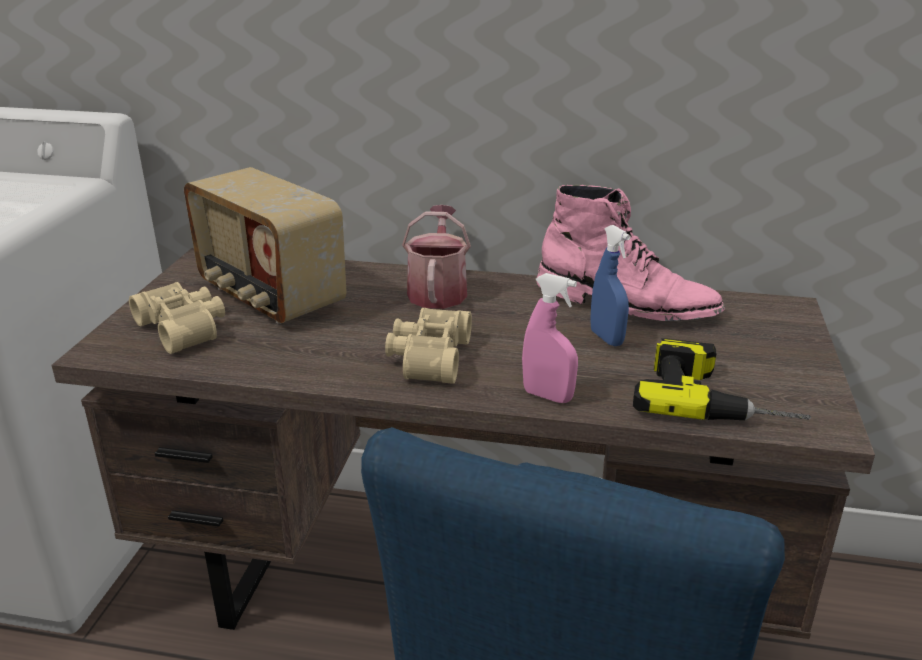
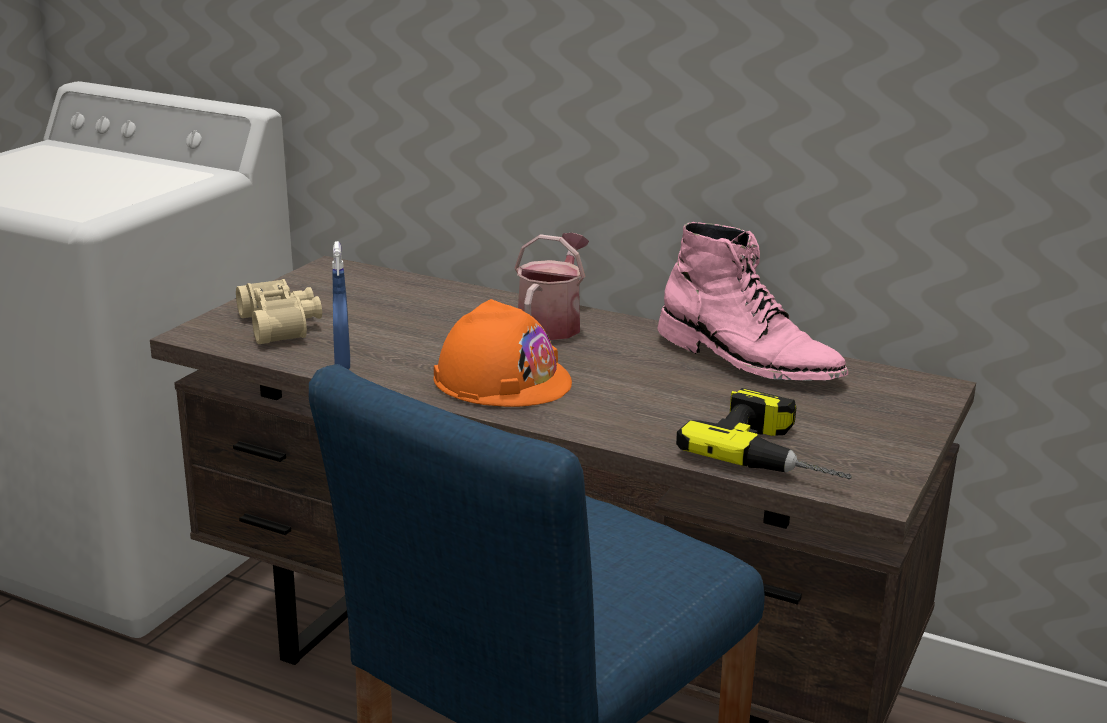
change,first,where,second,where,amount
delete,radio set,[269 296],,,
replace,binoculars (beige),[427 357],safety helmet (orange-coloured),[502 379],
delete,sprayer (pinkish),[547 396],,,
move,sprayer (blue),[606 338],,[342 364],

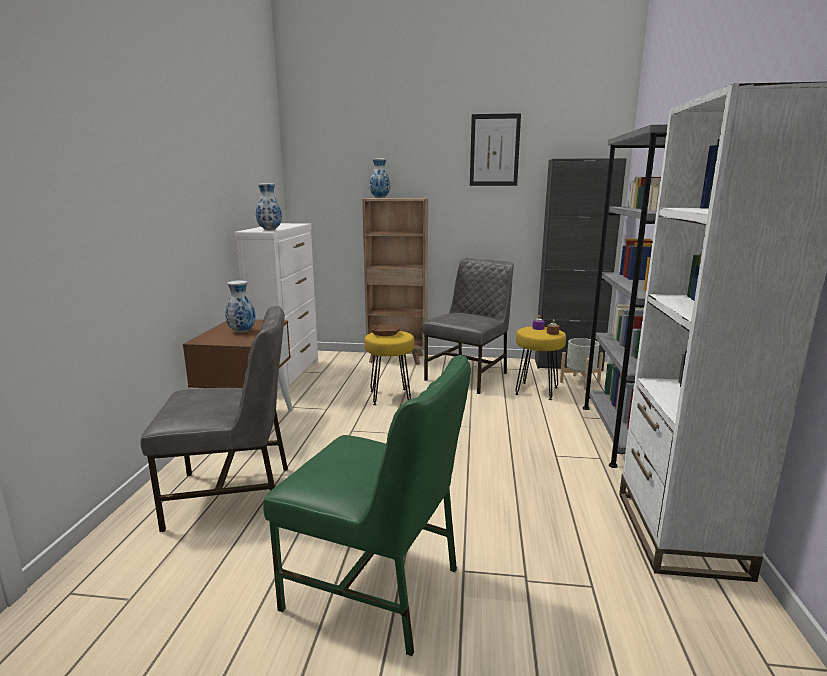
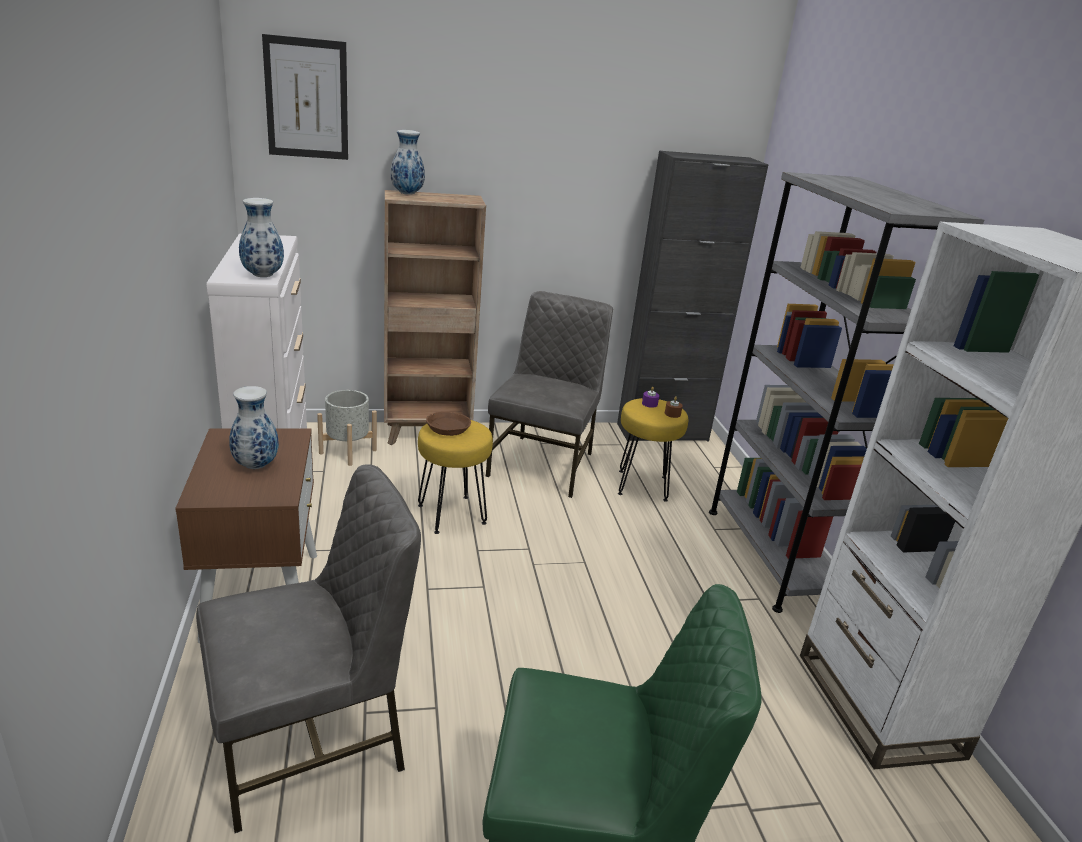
change,first,where,second,where,amount
move,picture,[494 150],,[307 99],
move,flower pot (greyish),[579 382],,[347 451],

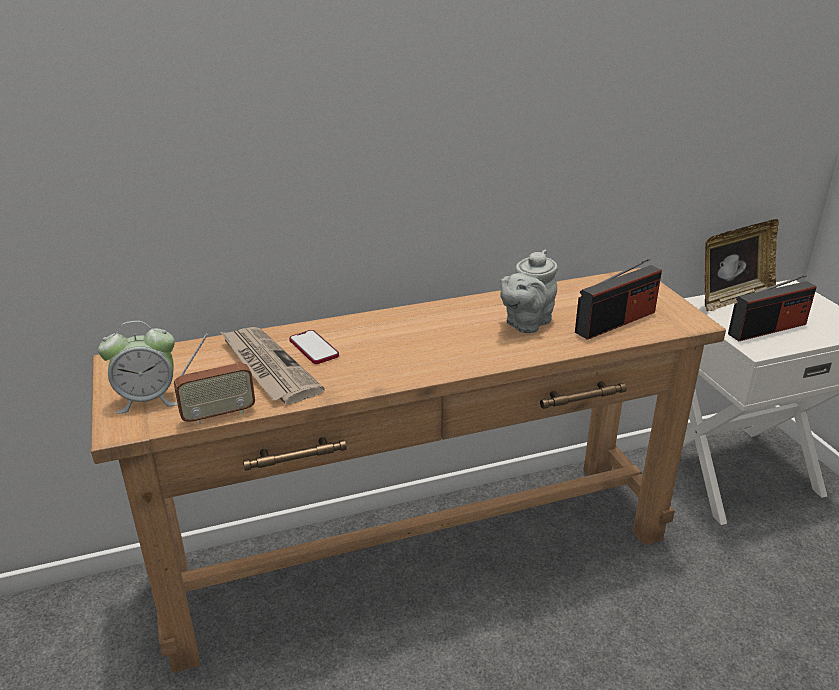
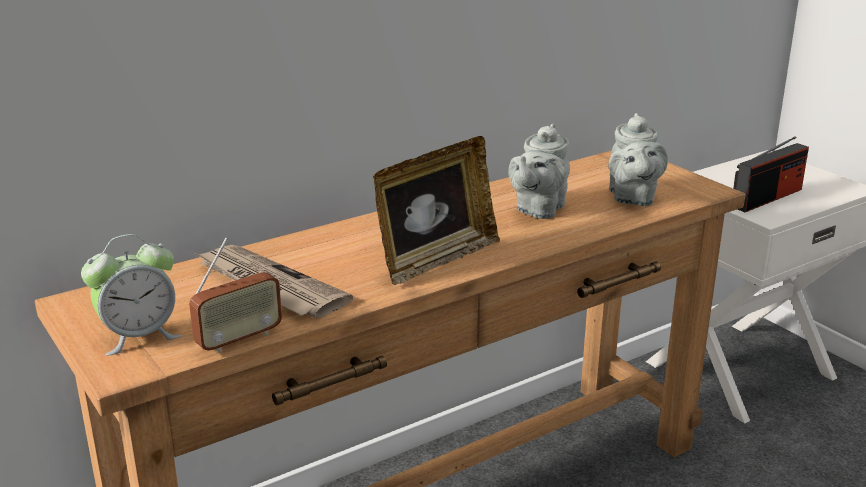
change,first,where,second,where,amount
delete,telephone,[313 348],,,
replace,radio set,[616 322],pot for tea (greyish),[632 198],
move,standing frame,[732 298],,[436 260],

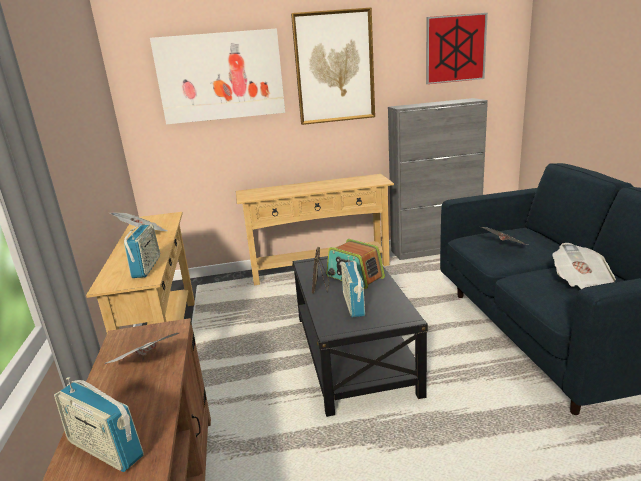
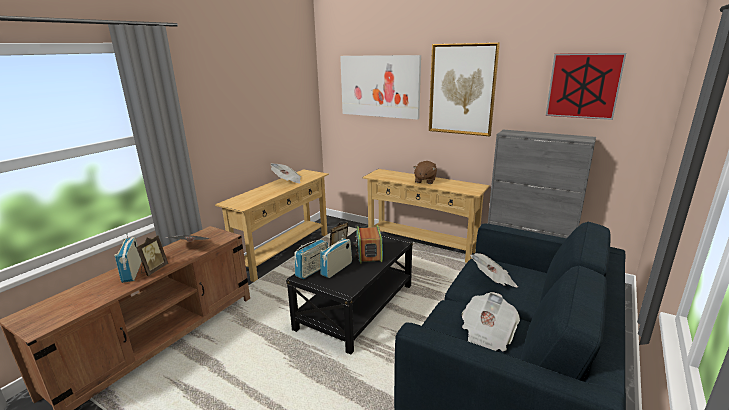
change,first,where,second,where,amount
move,radio set,[146 267],,[313 270],
insert,,,standing frame,[154 270],
insert,,,soft toy (brownish),[424 181],

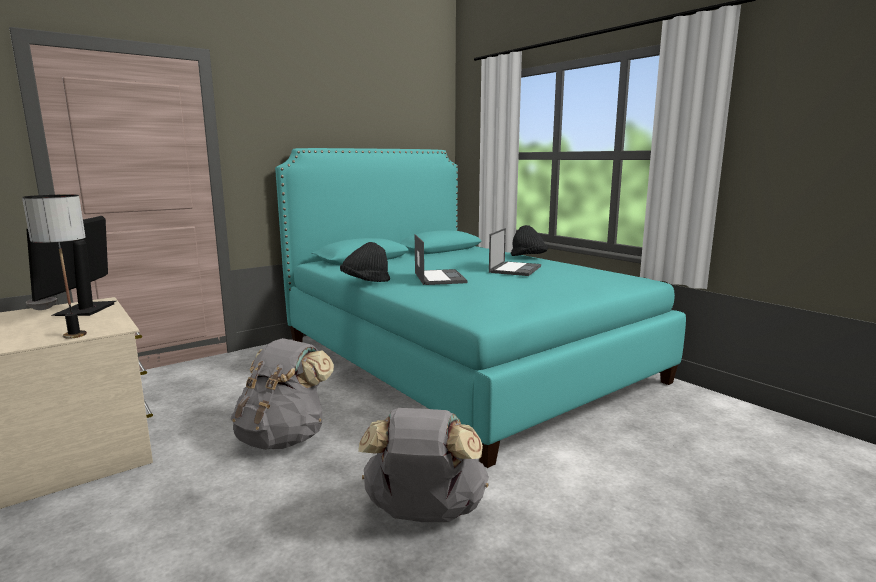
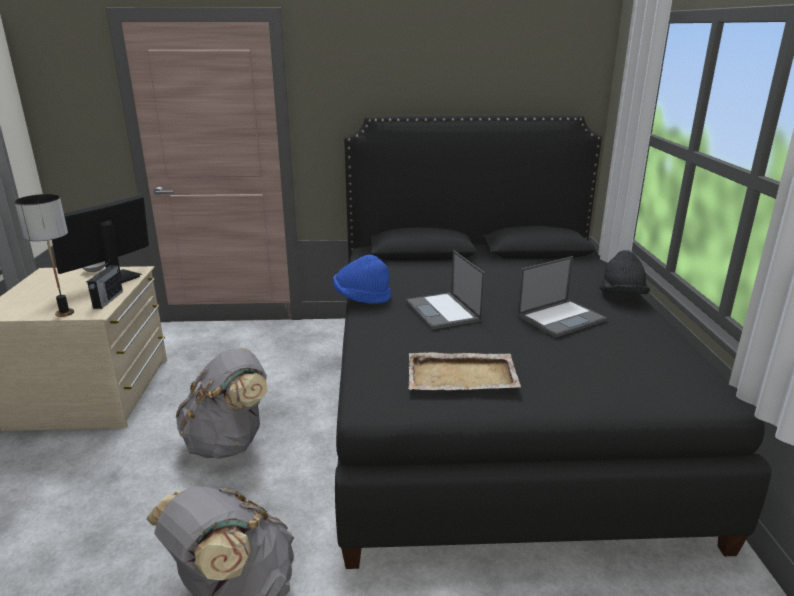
change,first,where,second,where,amount
recolor,bed (turquoise-coloured),[461 360],bed (blackish),[491 405],
recolor,wearable hat (blackish),[365 282],wearable hat (blue),[362 298],
rotate,laptop,[439 277],,[443 311],135 degrees clockwise
insert,,,radio set,[107 300],
insert,,,serving tray (beige),[463 375],

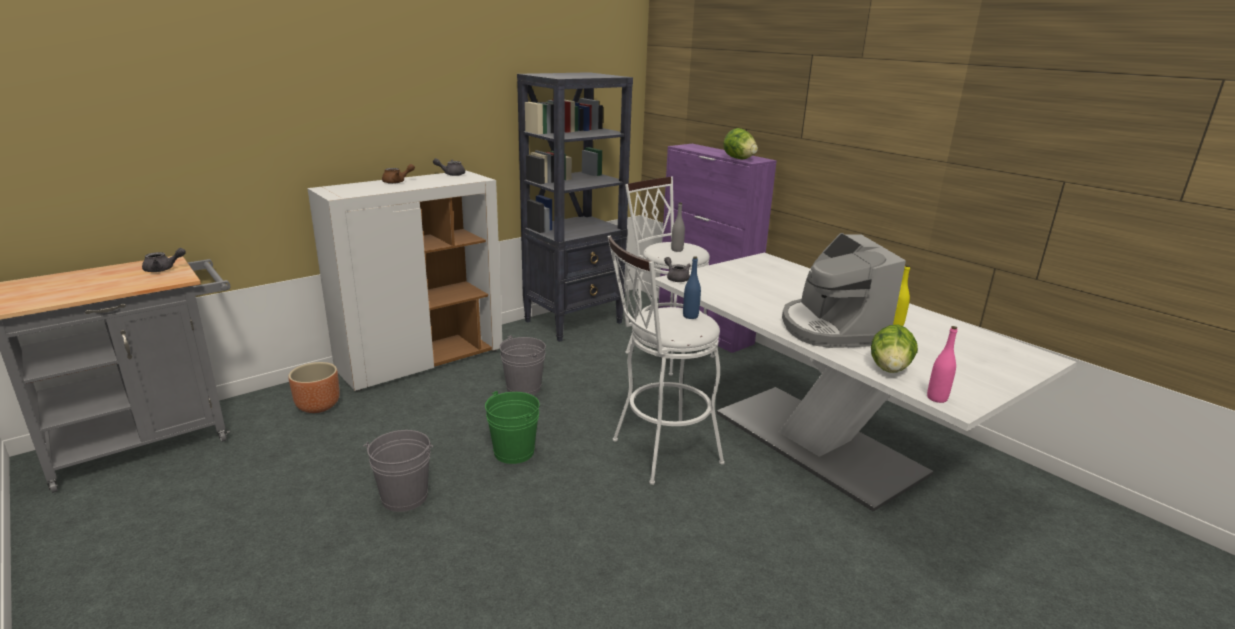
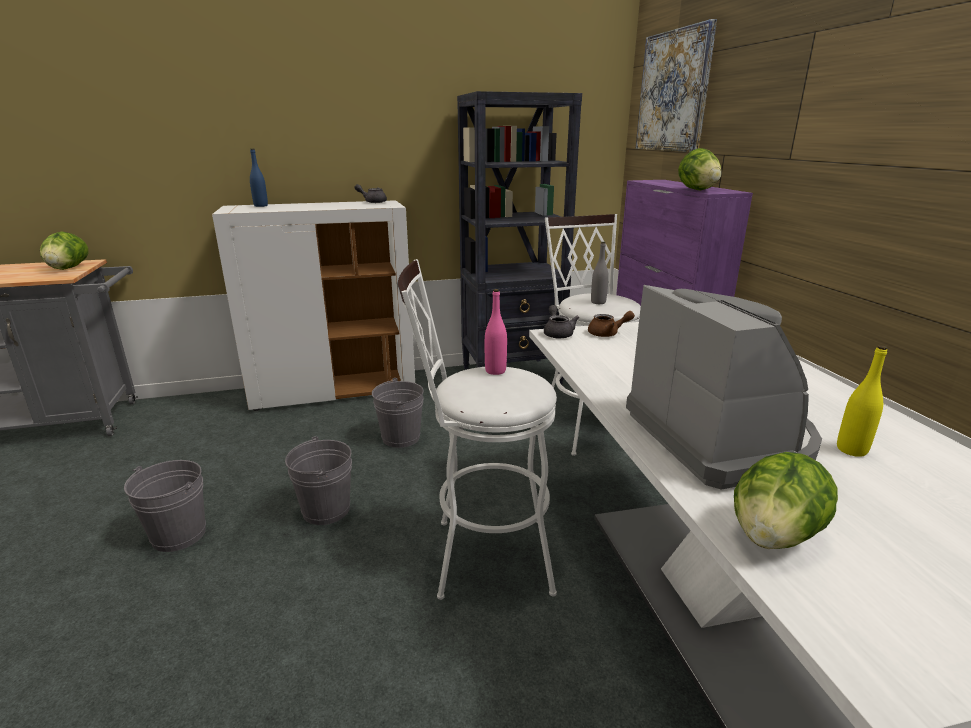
change,first,where,second,where,amount
replace,pot for tea (greyish),[163 269],lettuce head,[68 268],
delete,flower pot (brownish),[318 406],,,
move,pot for tea (brownish),[397 182],,[607 334],
recolor,bucket (green-coloured),[514 452],bucket (greyish),[326 510],
move,beverage bottle (blue),[690 316],,[261 206],
rotate,coffee maker,[831 328],,[720 436],150 degrees clockwise
move,beverage bottle (pinkish),[937 398],,[495 371],
insert,,,picture,[674 91],

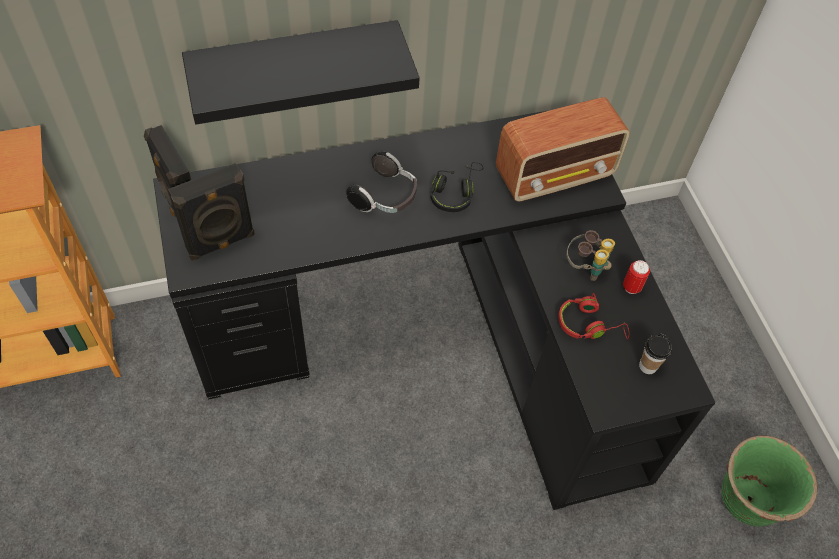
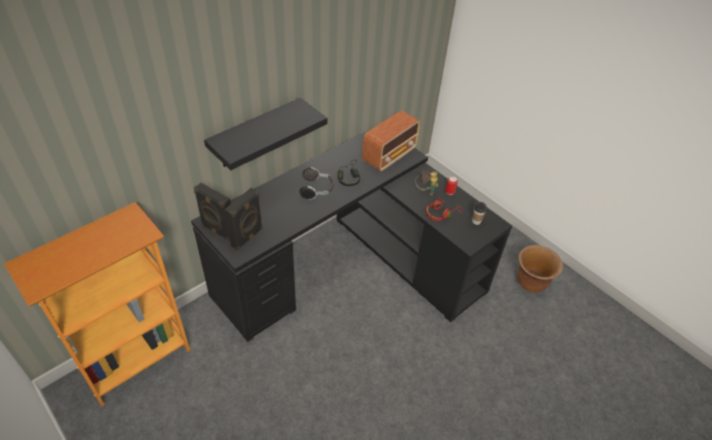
change,first,where,second,where,amount
recolor,flower pot (green-coloured),[747 501],flower pot (brownish),[531 283],

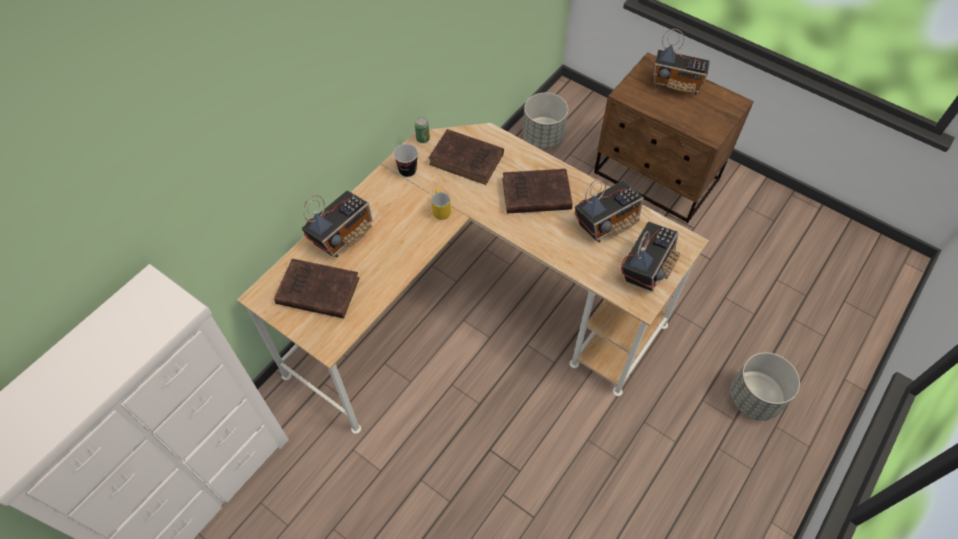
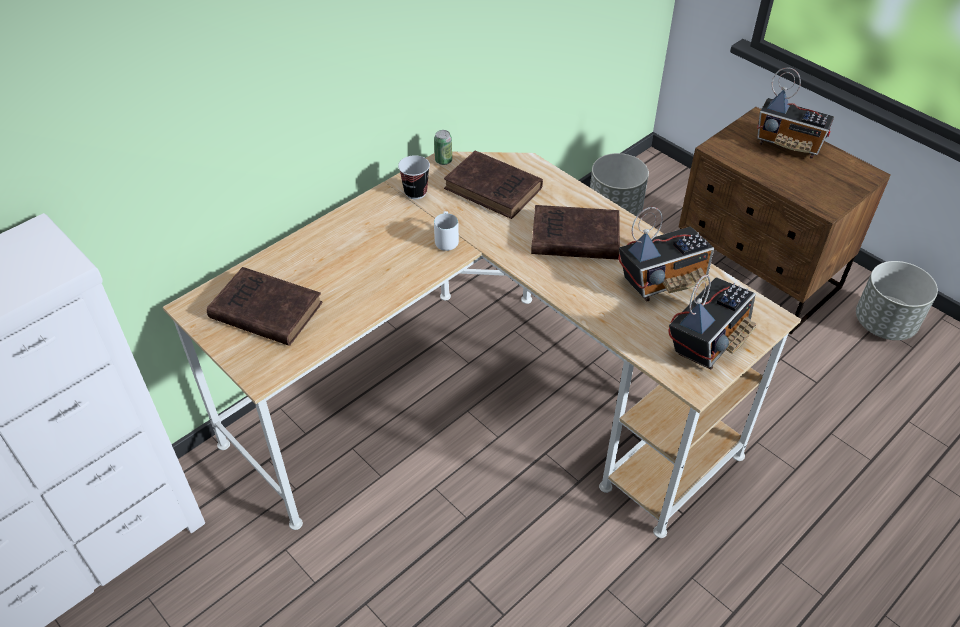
change,first,where,second,where,amount
delete,radio set,[343 235],,,
recolor,mug (yellow-coloured),[439 210],mug (white-coloured),[444 240],
move,flower pot (greyish),[754 398],,[884 324],

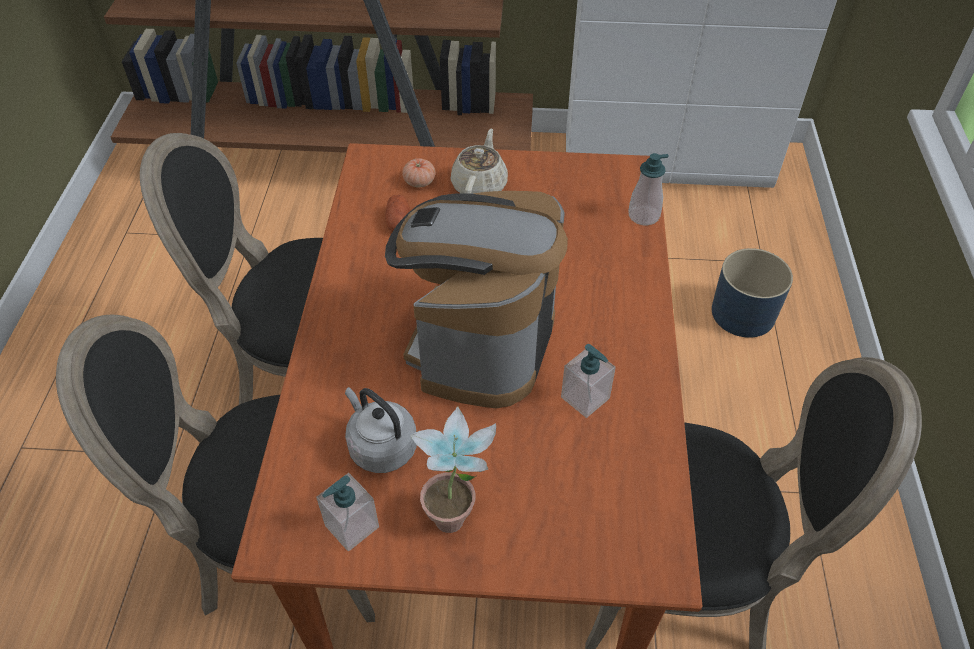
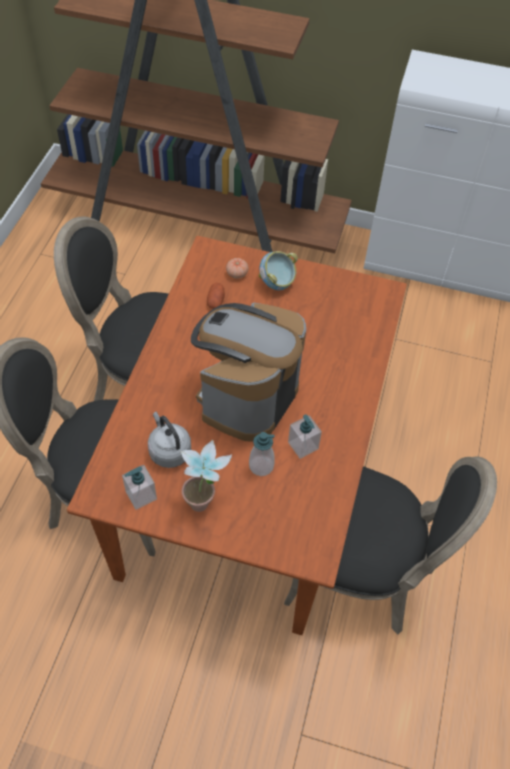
change,first,where,second,where,amount
replace,pot for tea (beige),[479 185],deep dish,[277 283],
move,soap bottle,[643 216],,[261 466],
delete,flower pot (blue),[743 314],,,

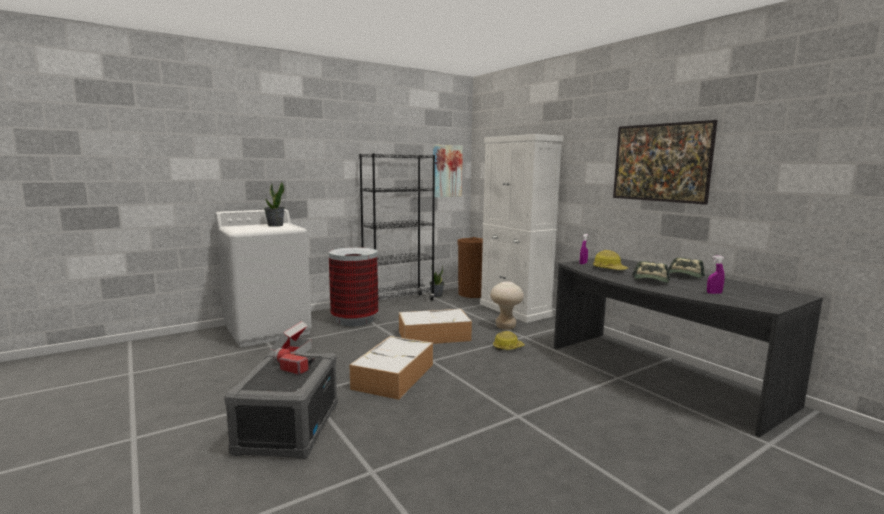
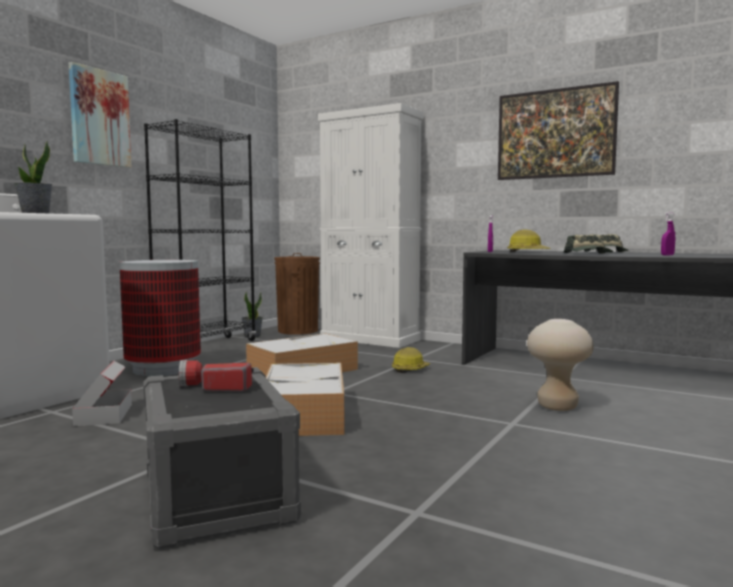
change,first,where,second,where,amount
move,picture,[447 171],,[99 117],
move,stool (beige),[505 327],,[557 406],

